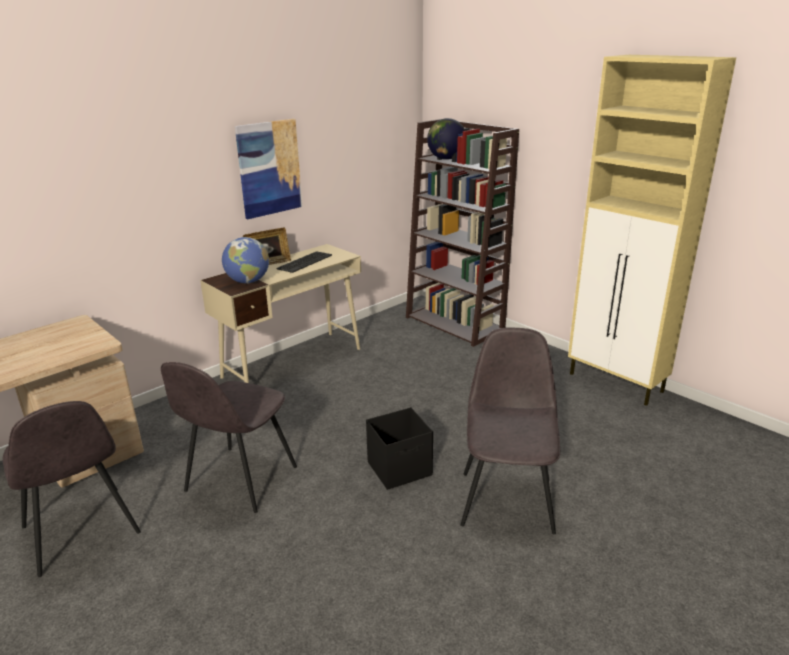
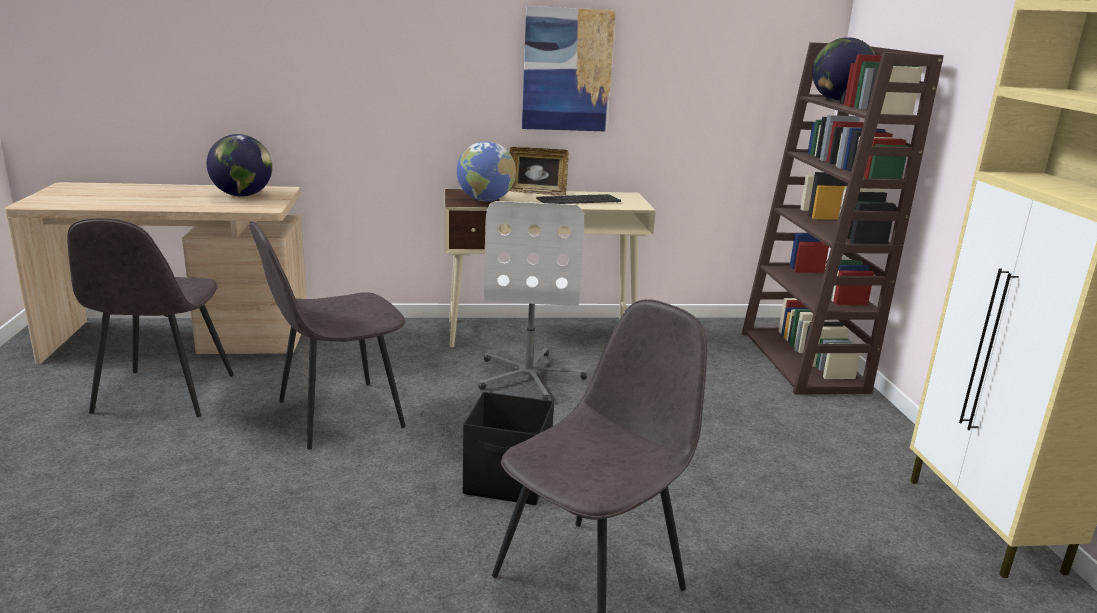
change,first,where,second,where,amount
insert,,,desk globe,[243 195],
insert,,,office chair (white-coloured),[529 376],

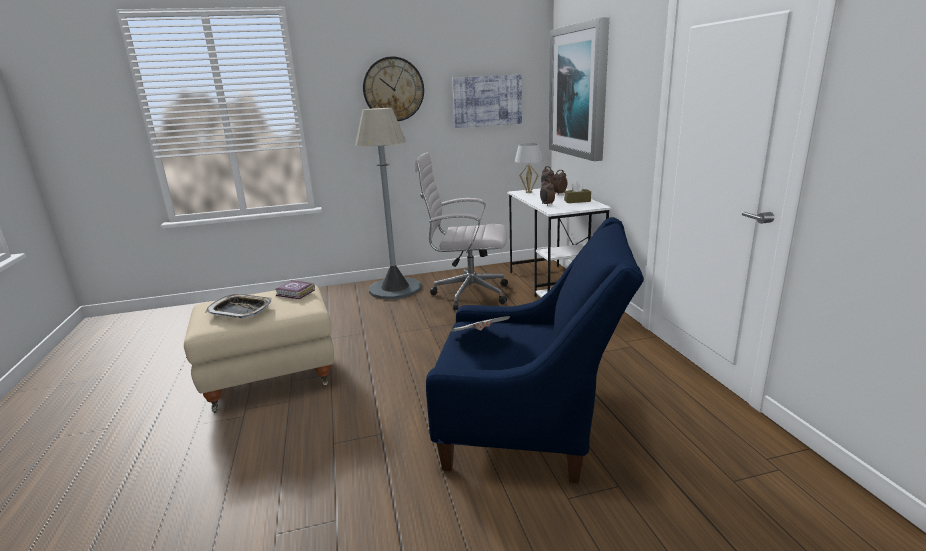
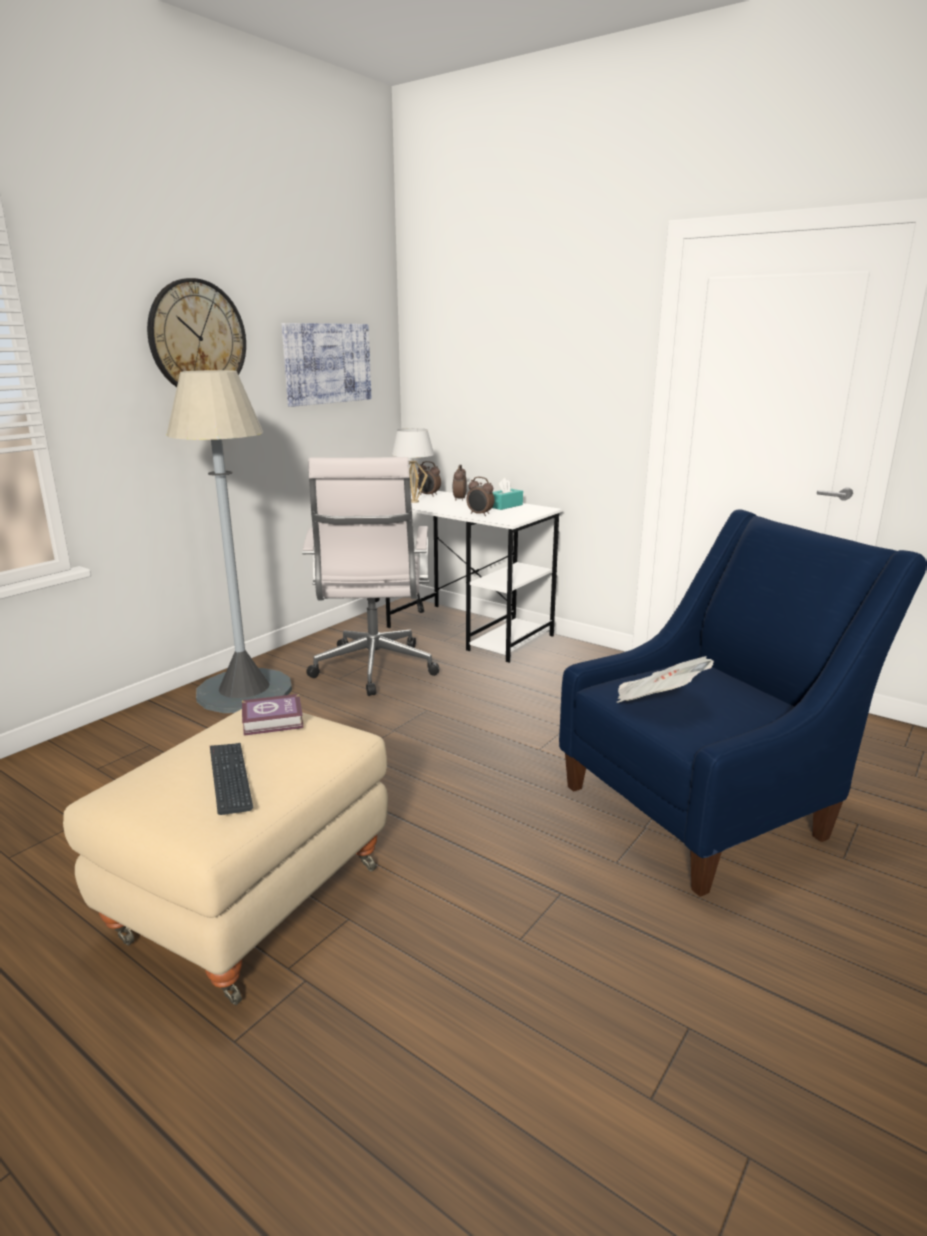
change,first,where,second,where,amount
replace,serving tray,[241 310],PC keyboard,[230 778],
rotate,office chair (white-coloured),[467 294],,[374 670],60 degrees counterclockwise
delete,picture,[579 91],,,
recolor,box of tissues (brownish),[577 201],box of tissues (turquoise-coloured),[505 506],

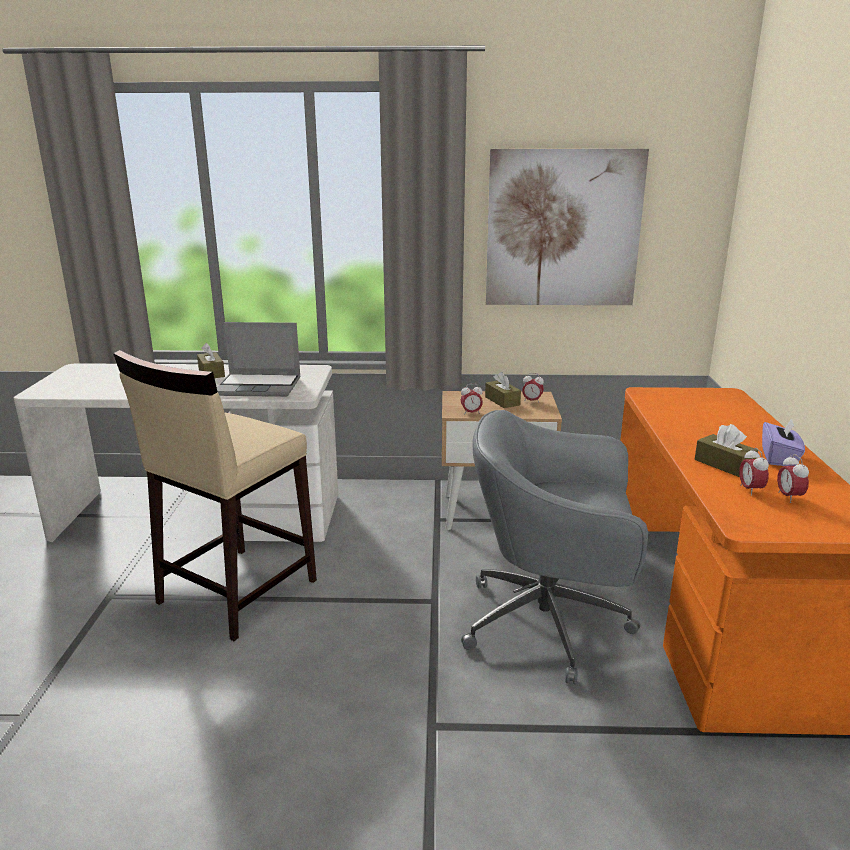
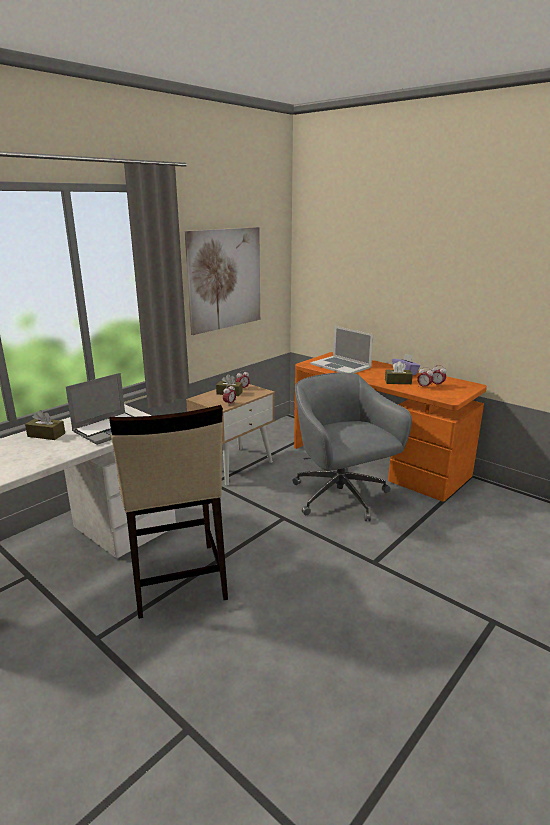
change,first,where,second,where,amount
rotate,office chair (greyish),[550 623],,[341 497],105 degrees clockwise
insert,,,laptop,[341 365],

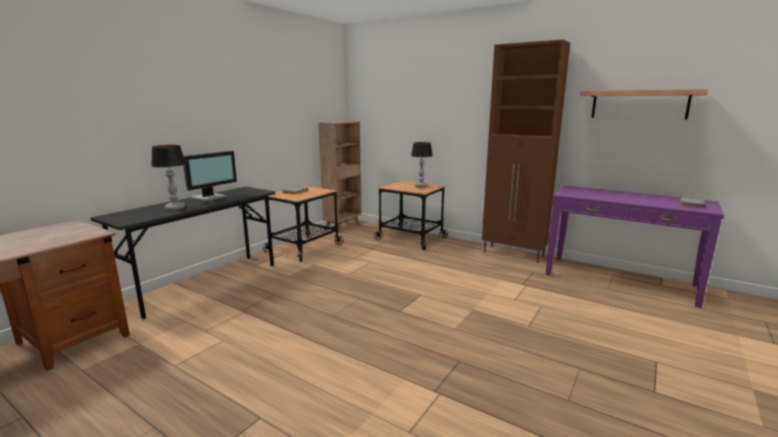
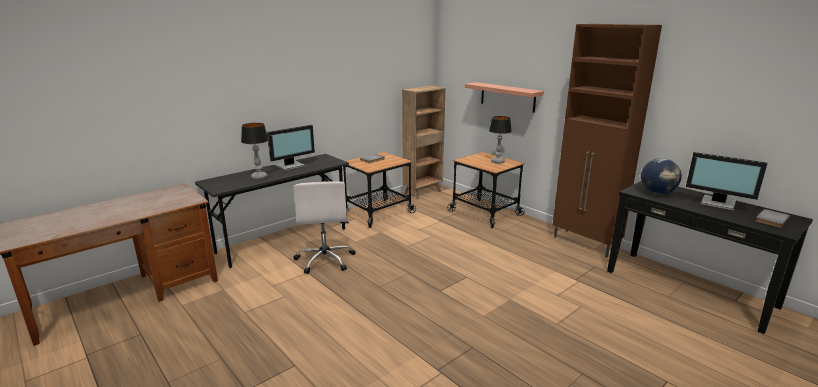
change,first,where,second,where,amount
recolor,hall table (purplish),[619 279],hall table (blackish),[688 288],
move,shelf,[639 104],,[507 97],
insert,,,office chair (white-coloured),[325 260],
insert,,,desk globe,[657 193],
insert,,,computer screen,[718 203],

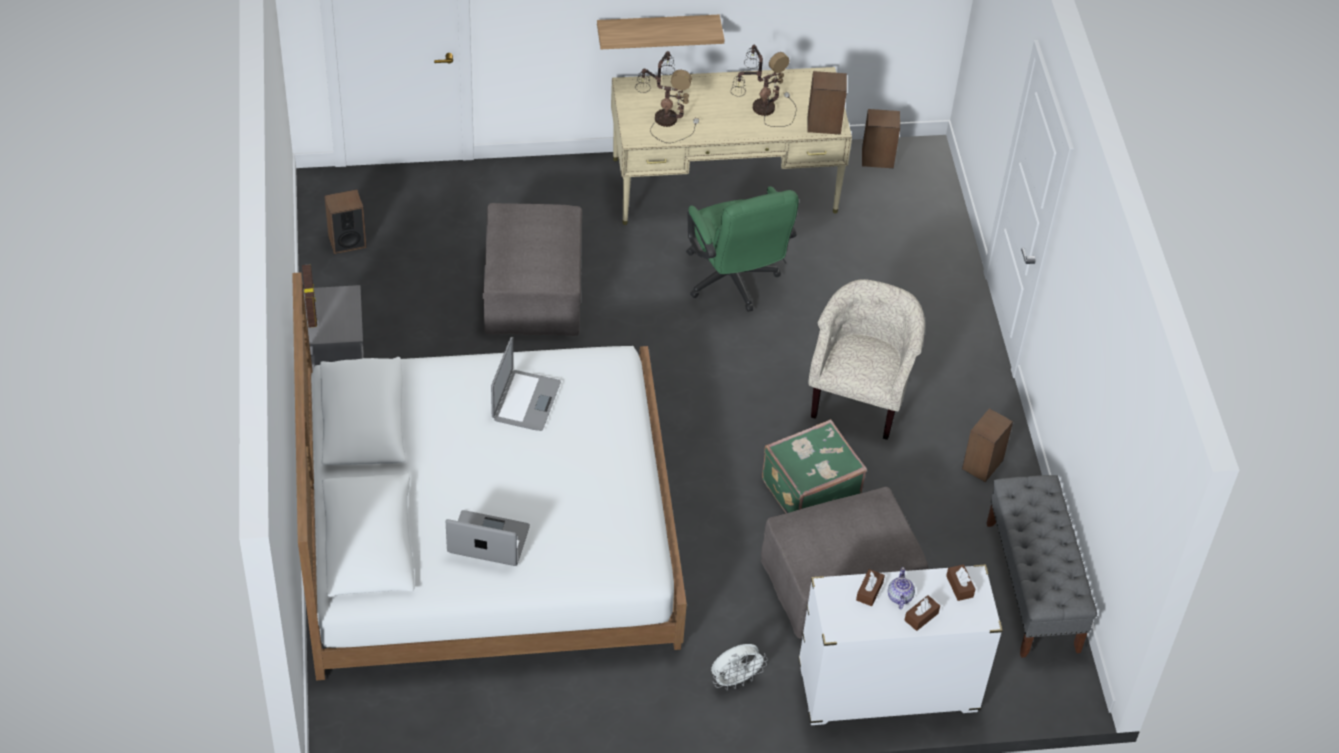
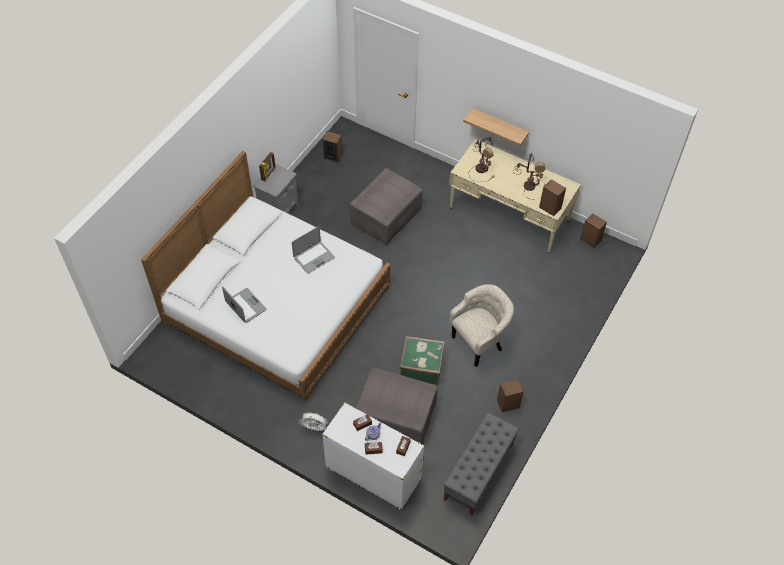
change,first,where,second,where,amount
delete,office chair (green-coloured),[734 283],,,

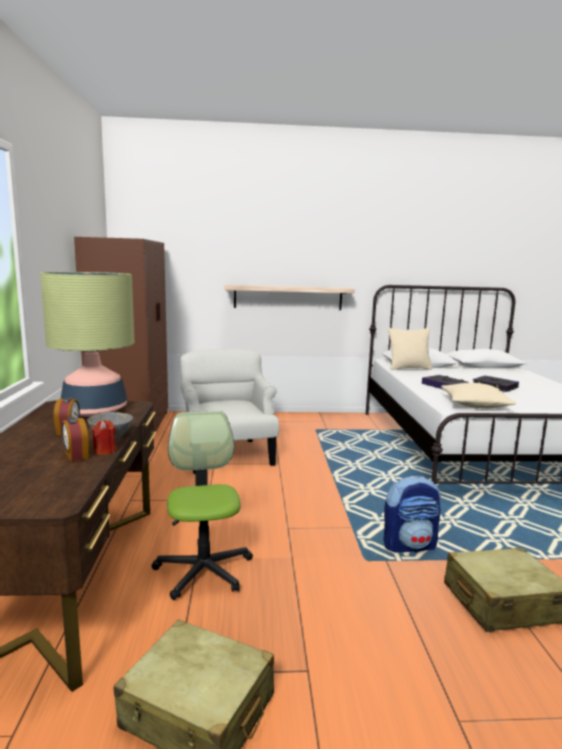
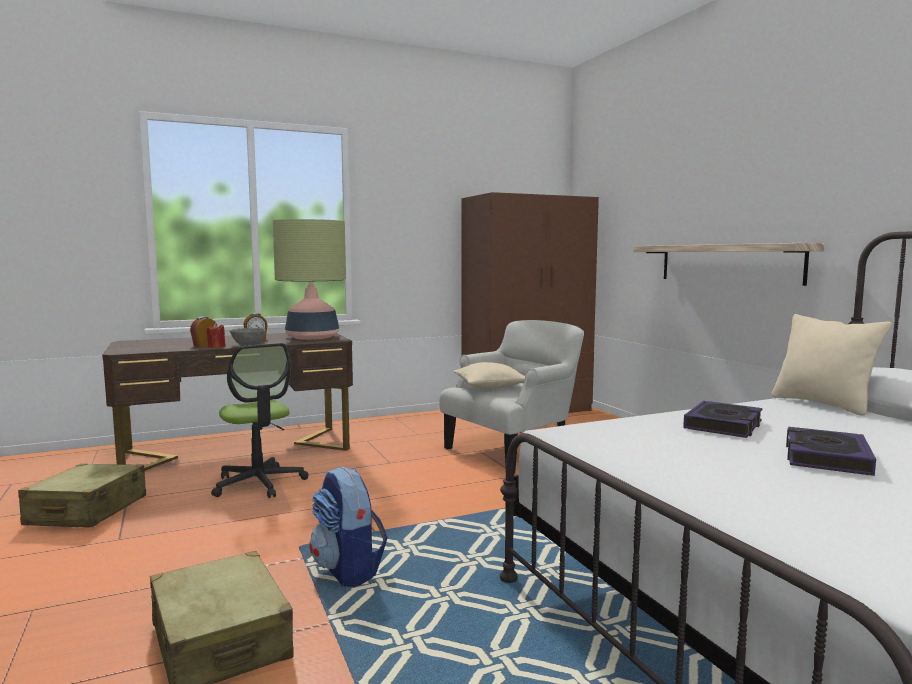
change,first,where,second,where,amount
rotate,office chair,[203 570],,[259 483],90 degrees clockwise
move,throw pillow (beige),[475 404],,[490 386],

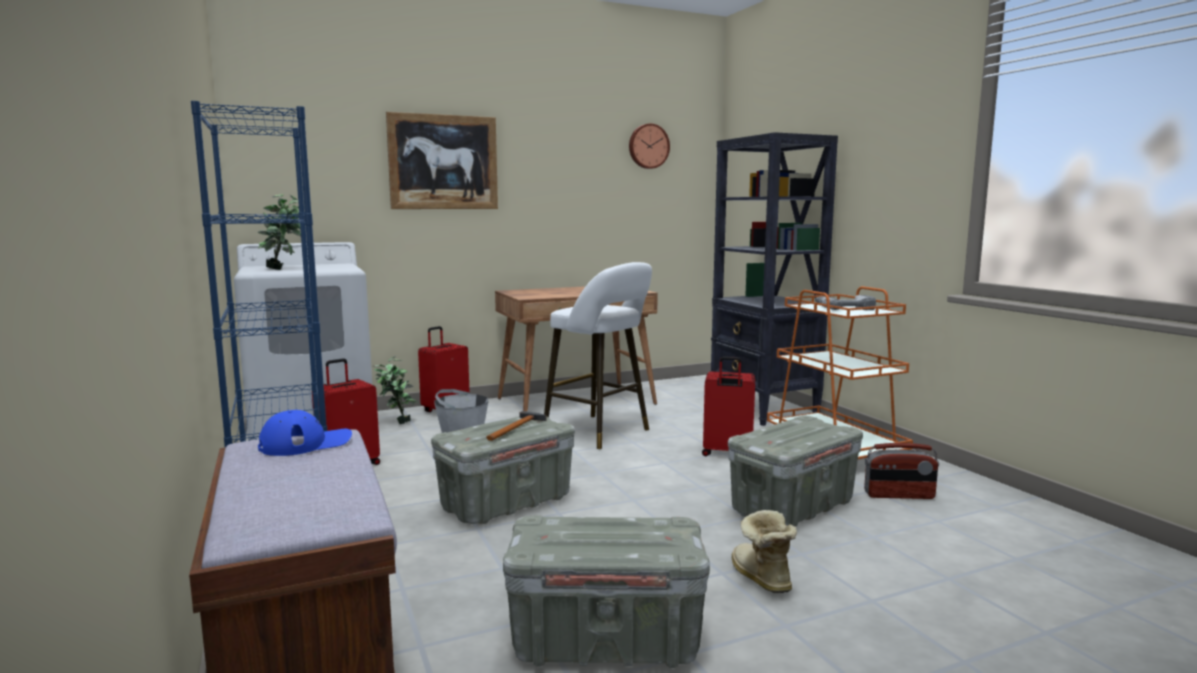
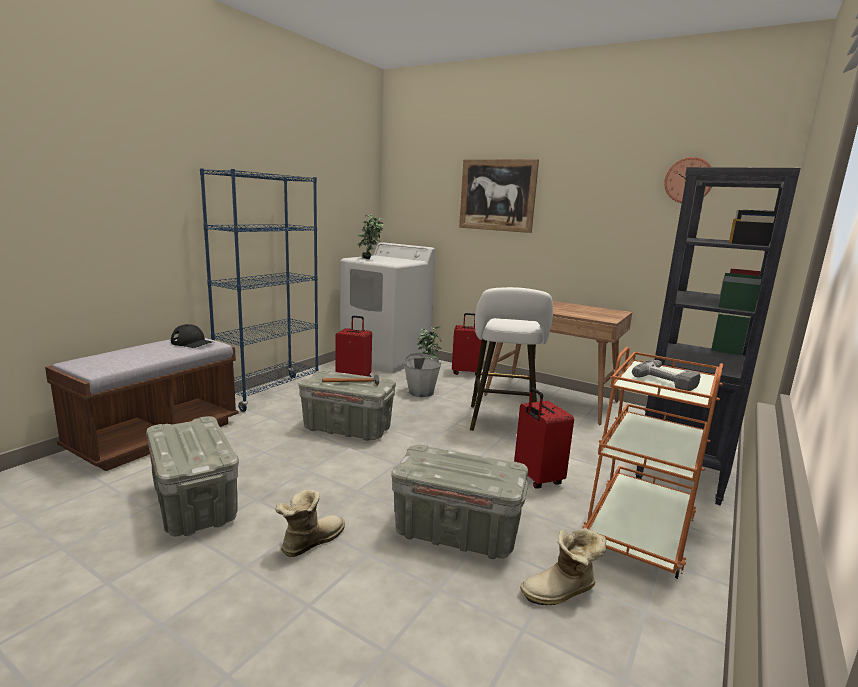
change,first,where,second,where,amount
recolor,peaked cap (blue),[306 443],peaked cap (blackish),[192 342],
replace,radio set,[899 495],boot,[561 592],

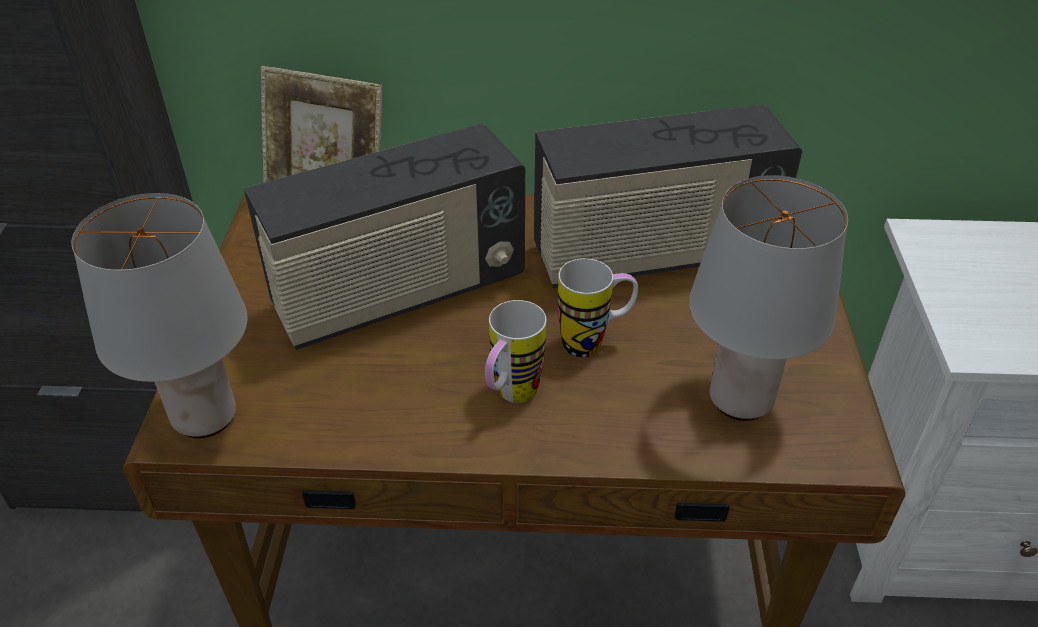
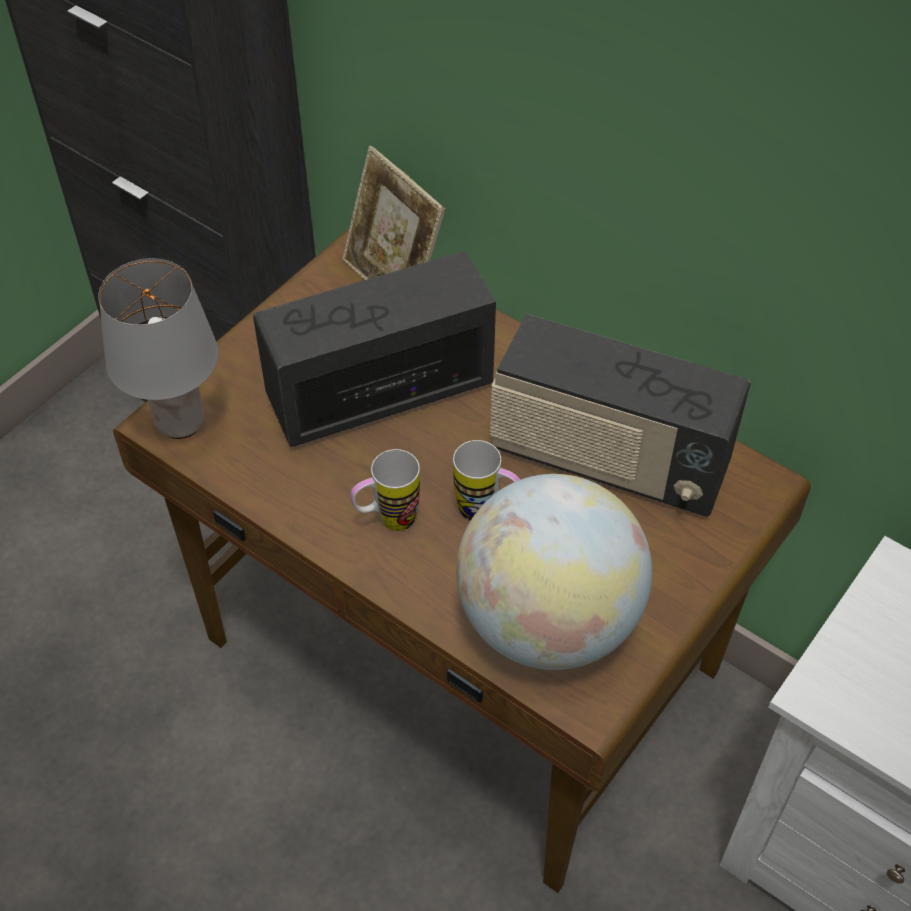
change,first,where,second,where,amount
rotate,radio set,[399 294],,[381 390],150 degrees clockwise
replace,tabletop lamp (greyish),[738 401],desk globe,[548 621],

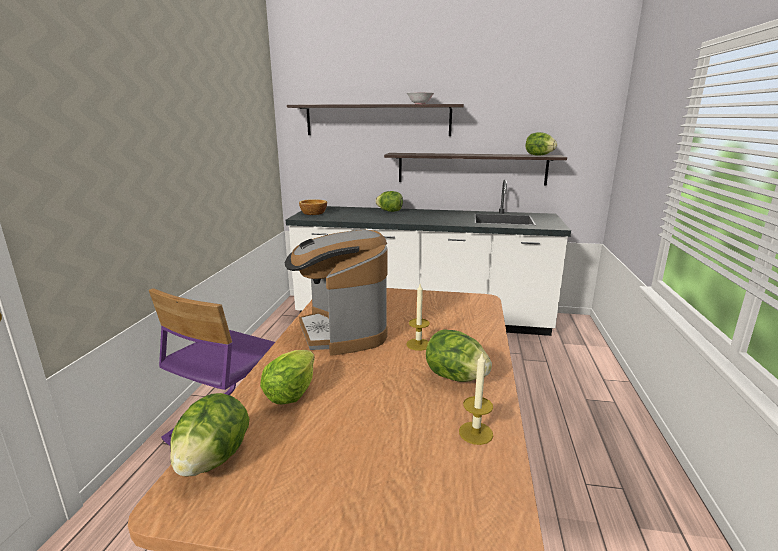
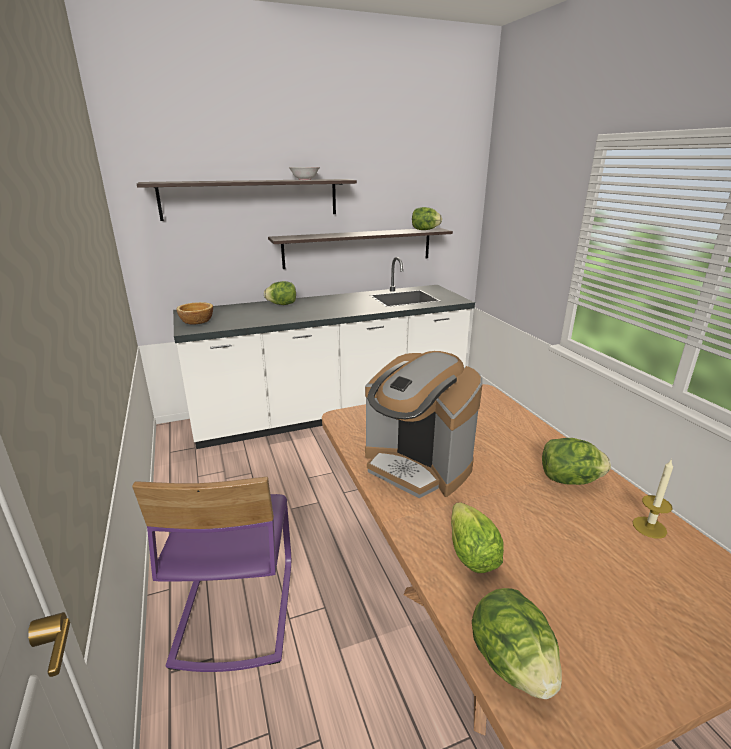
change,first,where,second,where,amount
delete,wax candle,[418 344],,,

